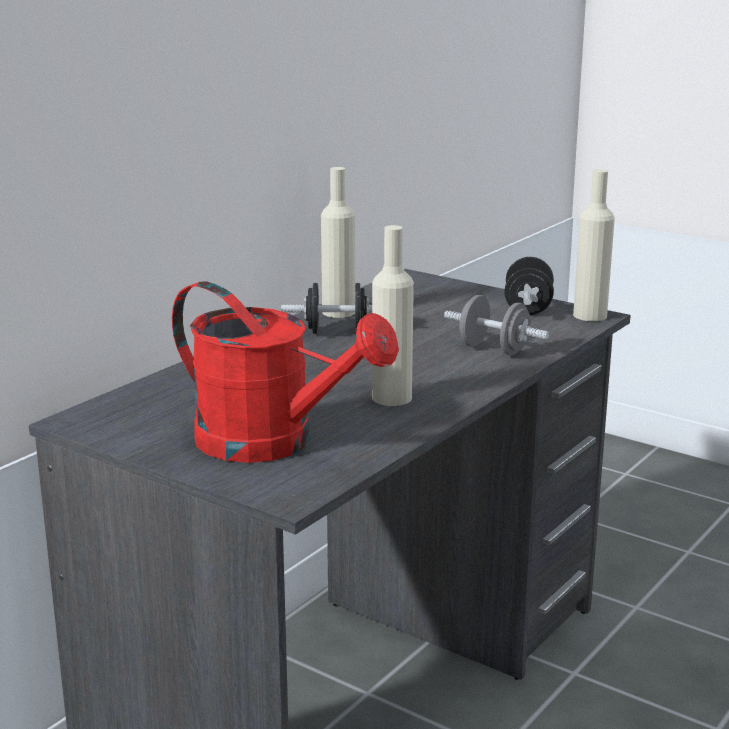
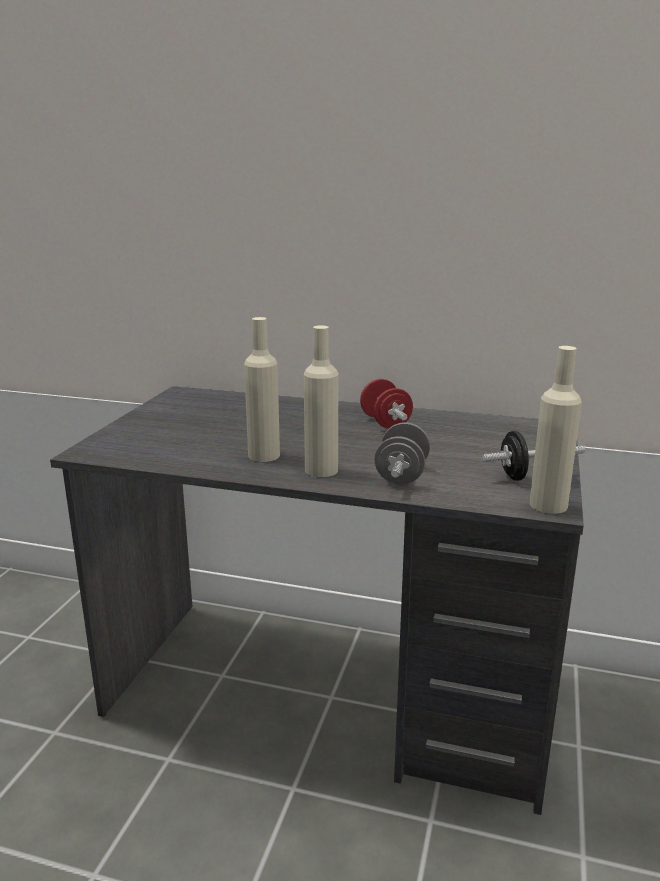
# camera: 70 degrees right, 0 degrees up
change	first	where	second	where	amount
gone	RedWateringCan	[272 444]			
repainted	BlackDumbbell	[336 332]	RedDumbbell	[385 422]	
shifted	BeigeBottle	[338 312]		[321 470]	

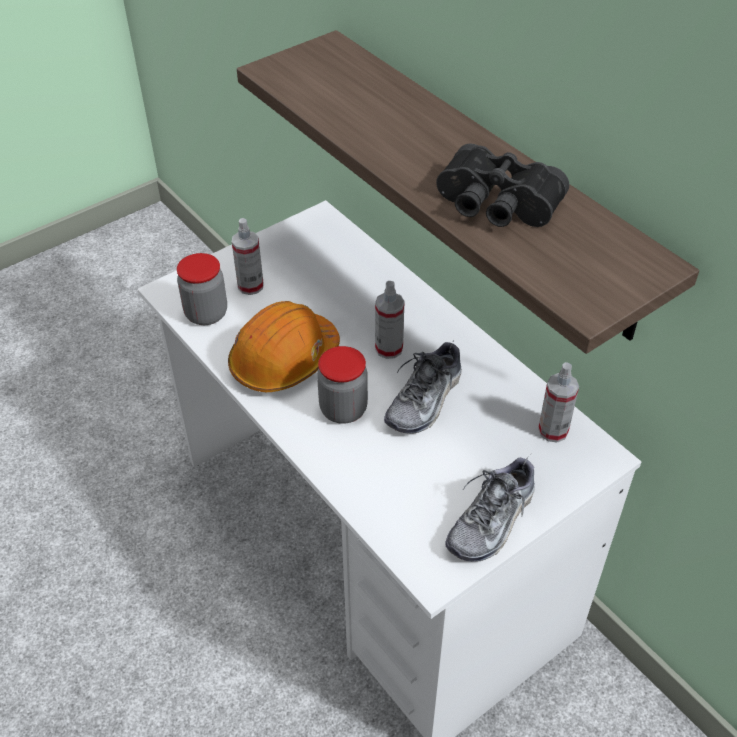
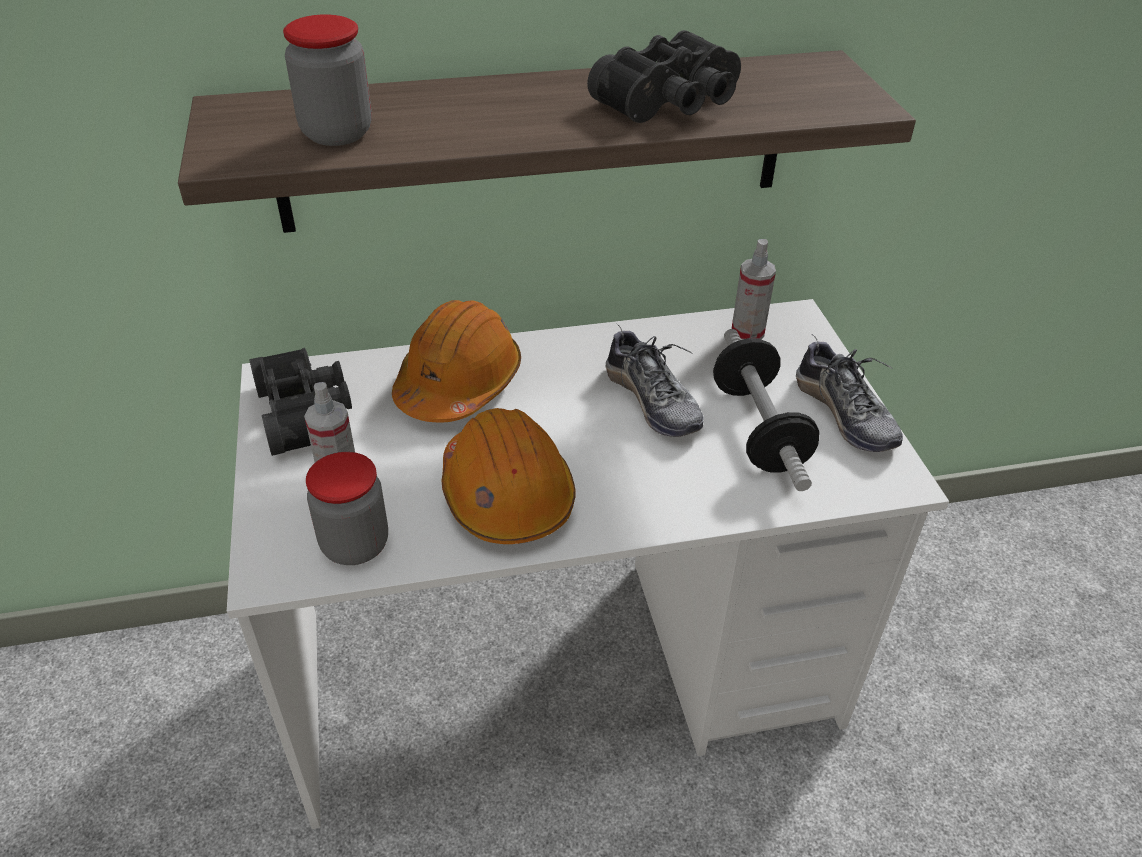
# camera: 65 degrees left, 5 degrees down
change	first	where	second	where	amount
shifted	Jar	[343 409]		[337 133]	
gone	SprayBottle	[389 348]			
new			BlackBinoculars	[306 411]	
new			OrangeHardHat	[459 383]	
new			Dumbbell	[759 429]	

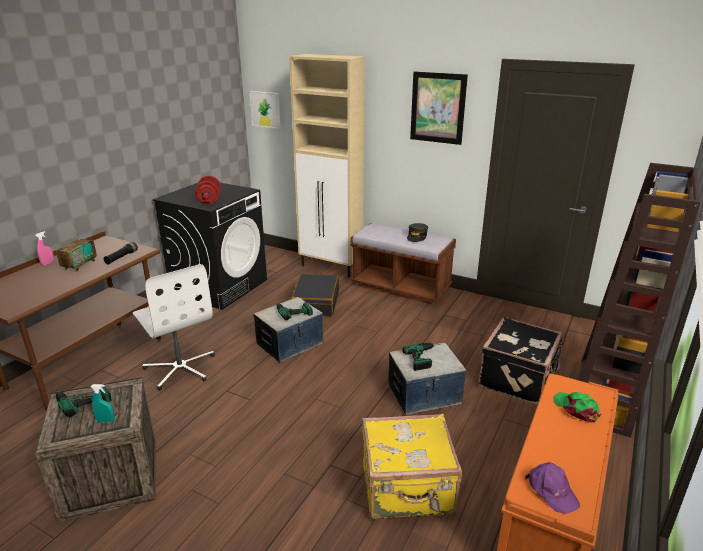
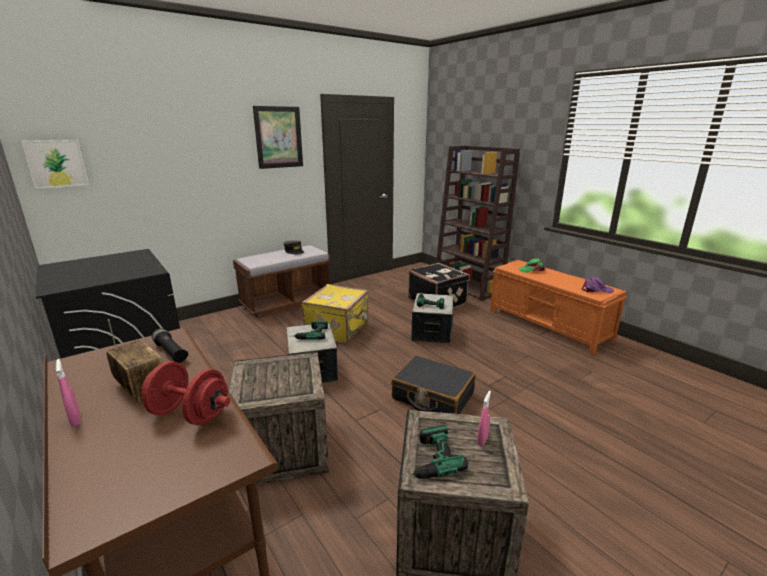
# camera: 65 degrees left, 5 degrees down
change	first	where	second	where	amount
repainted	TurquoiseSprayBottle	[105 421]	PinkSprayBottle	[482 440]	
swapped	WhiteOfficeChair	[180 368]	Crate	[283 448]	
shifted	RedDumbbell	[209 200]		[190 414]	
gone	BeigeCabinet	[331 267]			
shifted	BlackSuitcase	[315 302]		[432 396]	
shifted	YellowSuitcase	[407 489]		[338 329]	

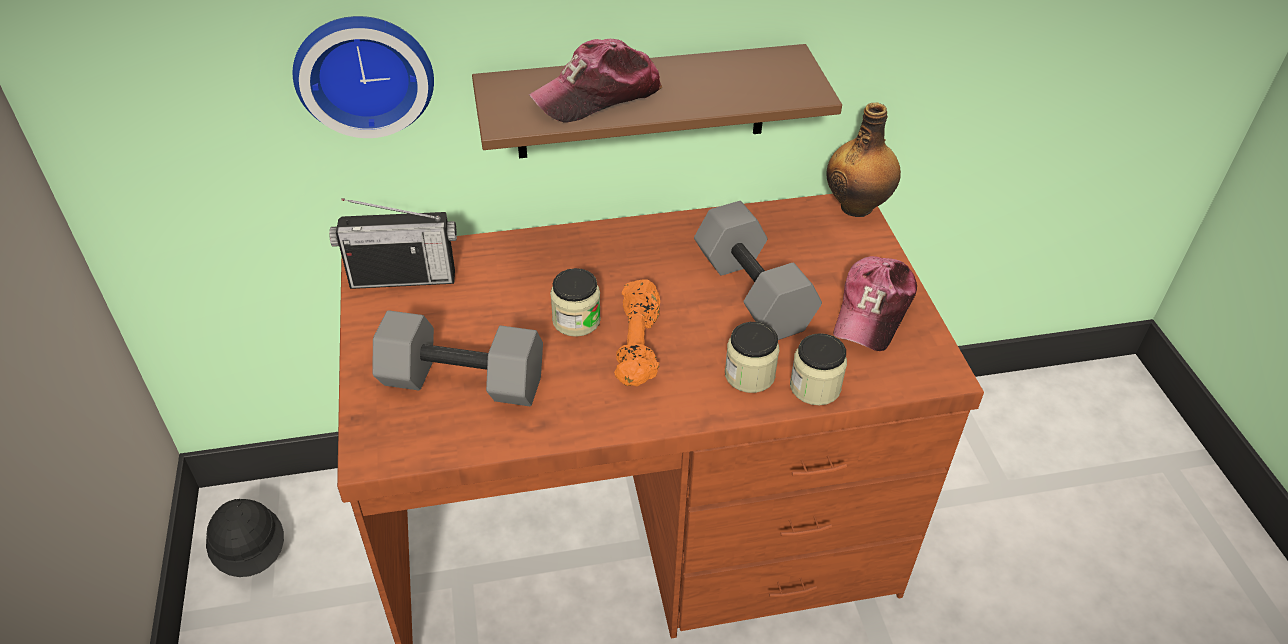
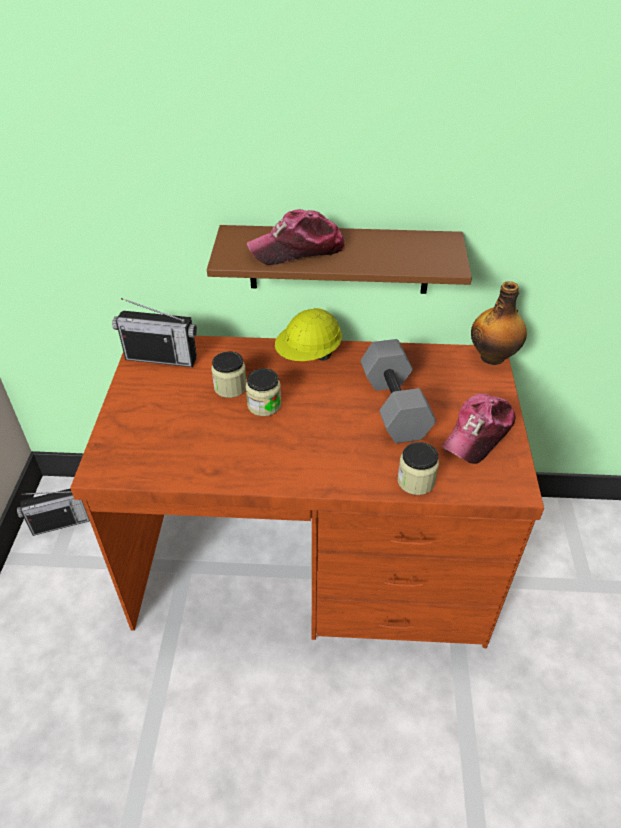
# camera: 15 degrees right, 0 degrees up
change	first	where	second	where	amount
swapped	BlackHardHat	[251 552]	Radio	[61 523]	
gone	WallClock	[364 72]			
gone	GreyDumbbell	[460 383]			
gone	OrangeDumbbell	[639 346]			
shifted	Jar	[749 375]		[230 387]	
new			YellowHardHat	[309 355]	

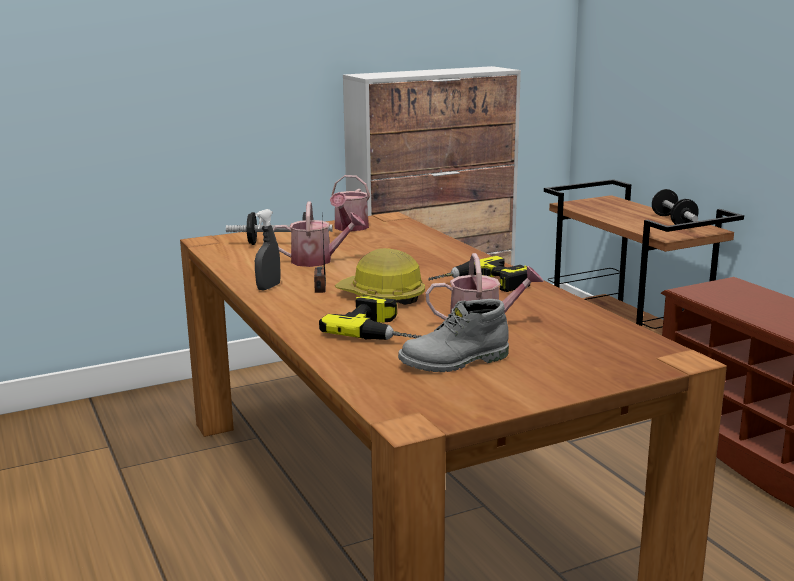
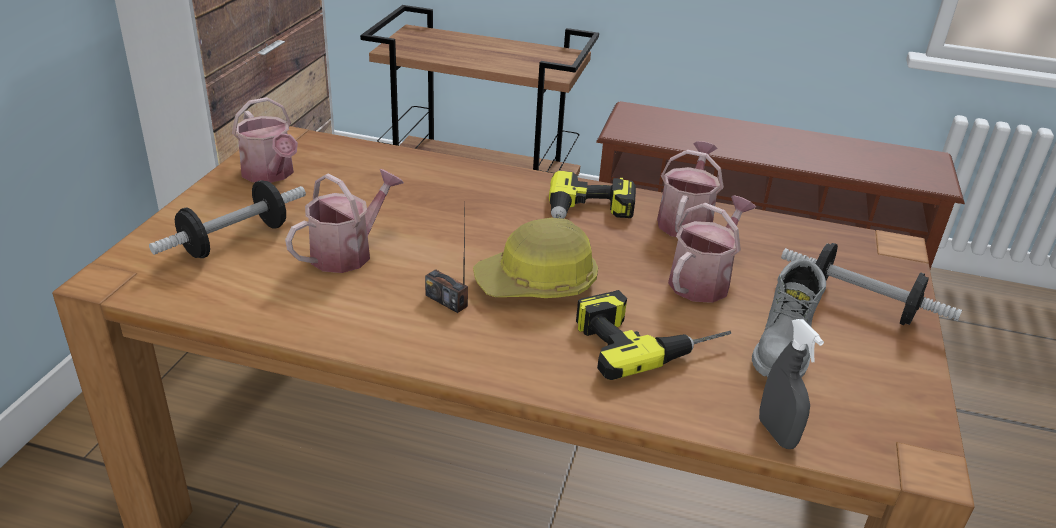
# camera: 50 degrees left, 15 degrees up
change	first	where	second	where	amount
shifted	GreySprayBottle	[268 287]		[776 433]	
shifted	Dumbbell	[673 221]		[860 305]	
new			WateringCan	[686 220]	

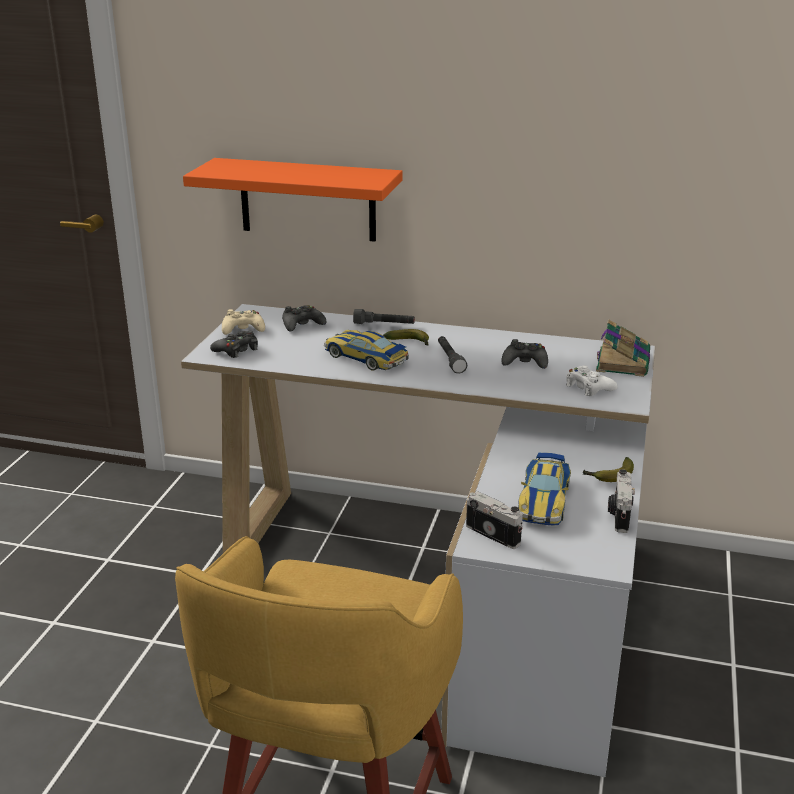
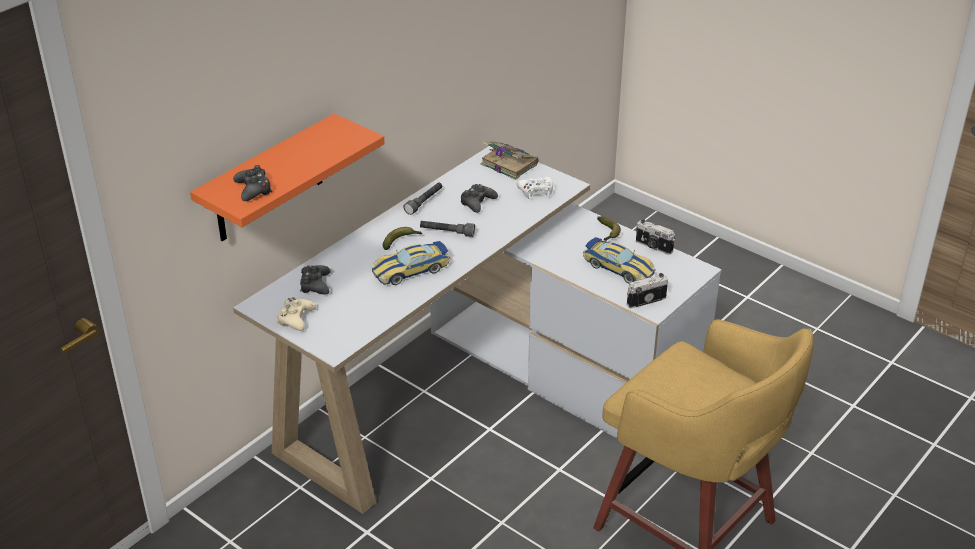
# camera: 65 degrees left, 10 degrees up
change	first	where	second	where	amount
shifted	BlackGameController	[237 350]		[253 189]	
shifted	GreyFlashlight	[384 325]		[424 202]	

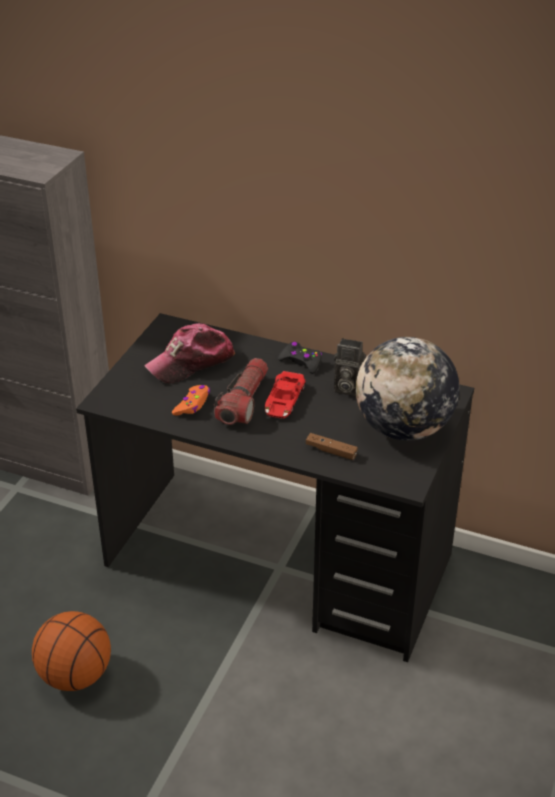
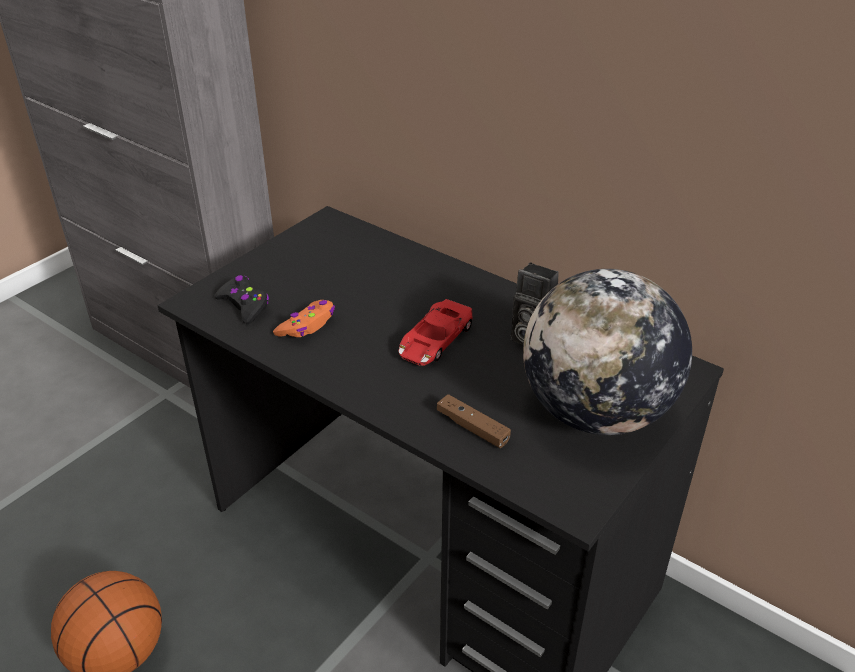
# camera: 15 degrees right, 0 degrees up
change	first	where	second	where	amount
gone	Cap	[191 362]			
gone	Flashlight	[243 401]			
shifted	BlackGameController	[301 362]		[244 305]	

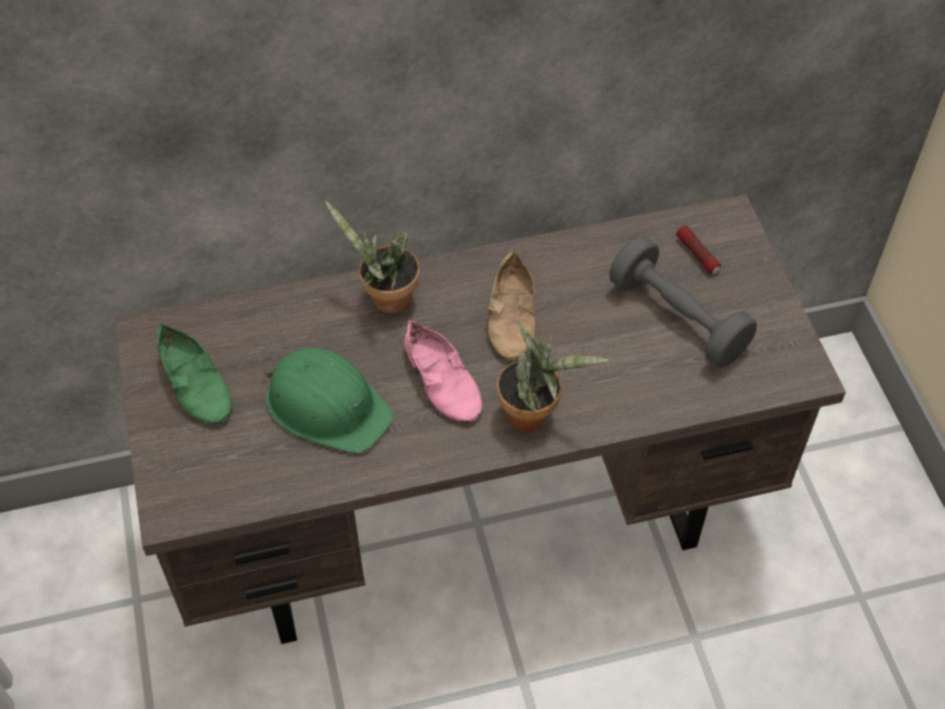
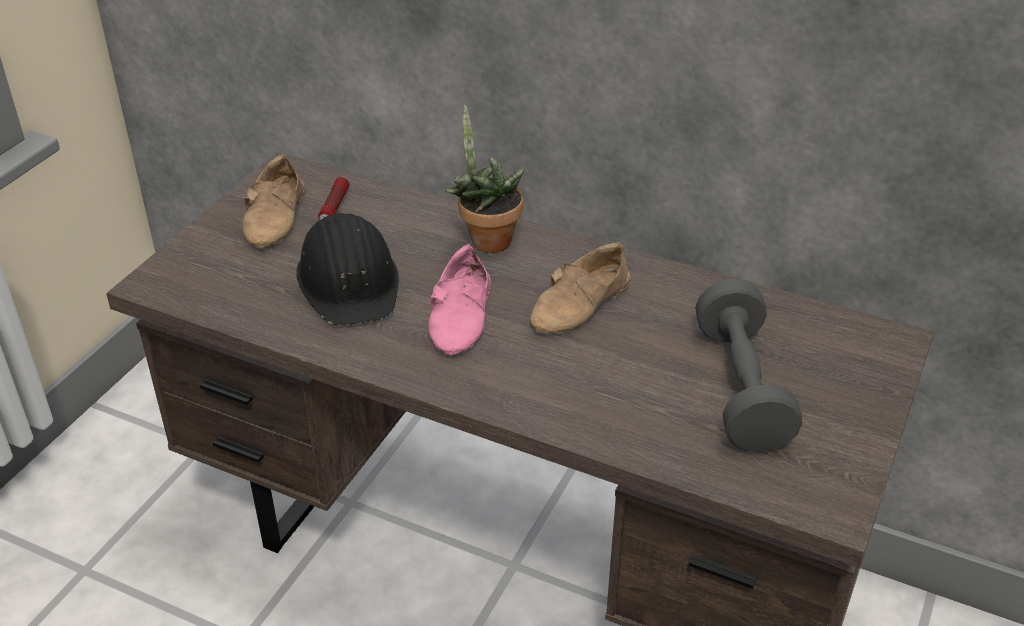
# camera: 40 degrees right, 15 degrees down
change	first	where	second	where	amount
repainted	GreenShoe	[197 382]	BeigeShoe	[278 217]	
repainted	GreenHardHat	[327 405]	BlackHardHat	[349 282]	
gone	PottedPlant	[533 413]			
shifted	Flashlight	[697 255]		[334 207]	

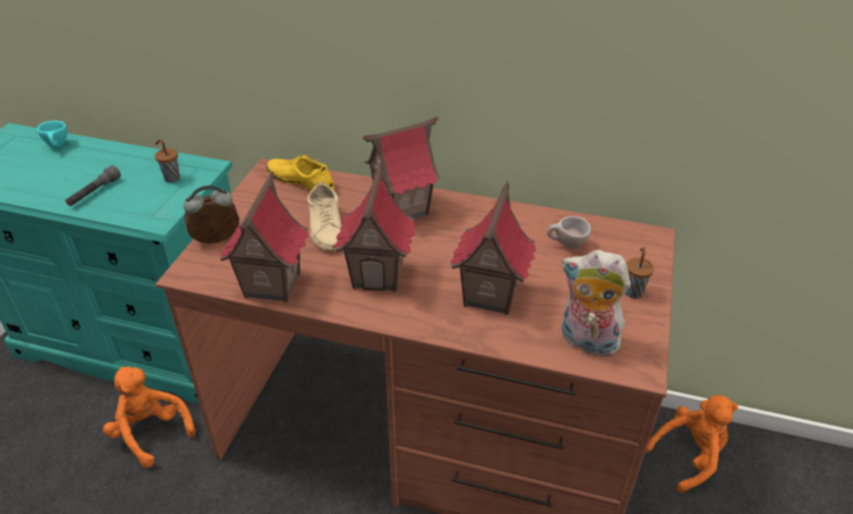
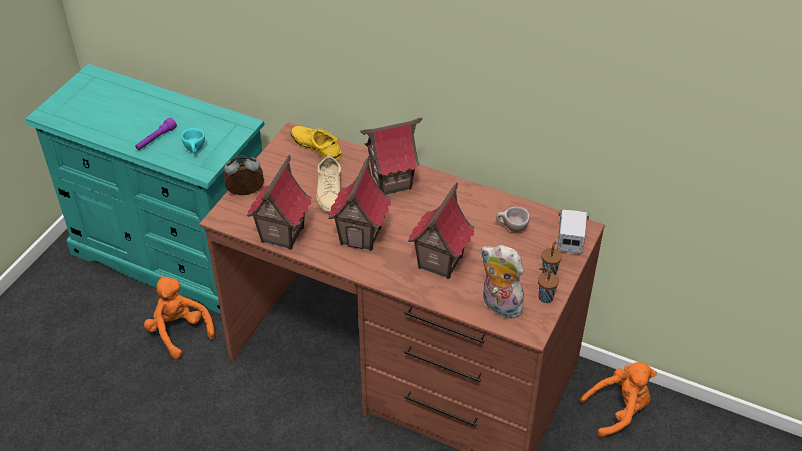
# camera: 10 degrees right, 5 degrees up
change	first	where	second	where	amount
shifted	TurquoiseCup	[58 146]		[195 151]	
repainted	GreyFlashlight	[94 193]	PurpleFlashlight	[156 139]	
shifted	BrownCup	[171 178]		[544 297]	
new			ToyTruck	[571 236]	

